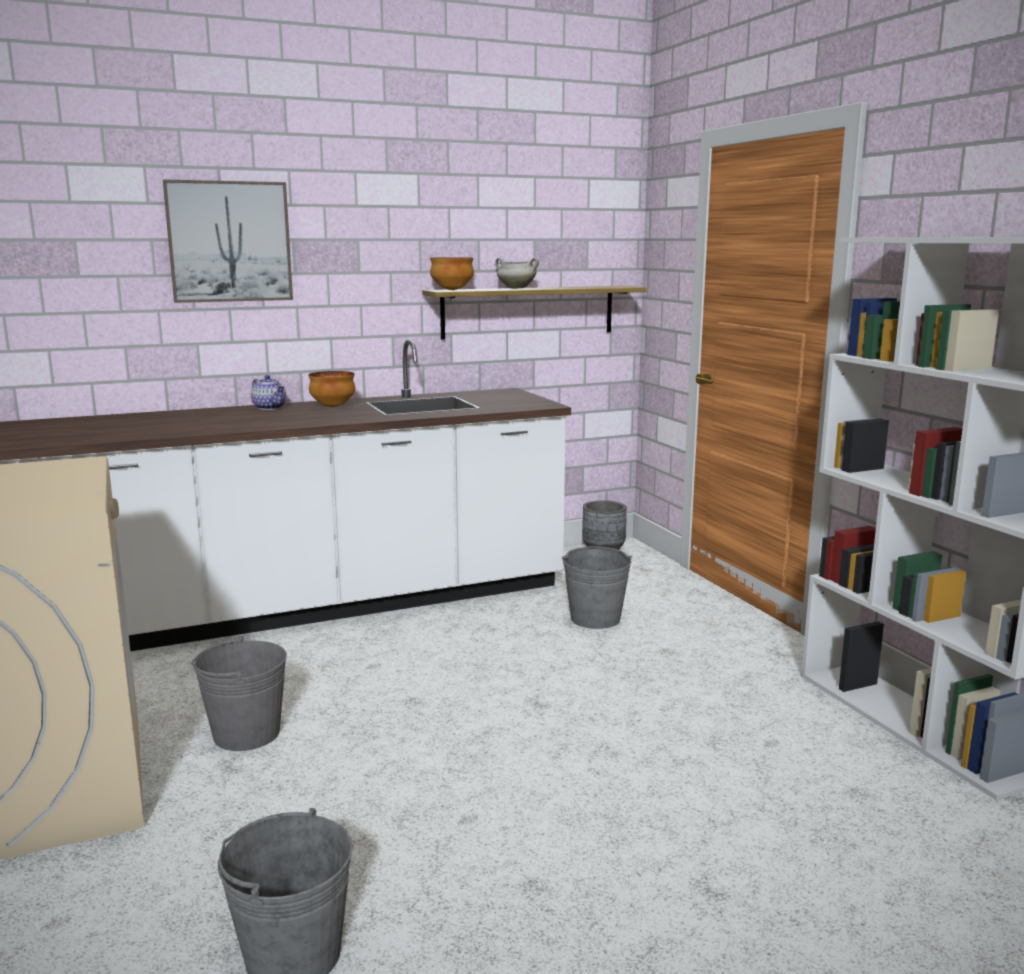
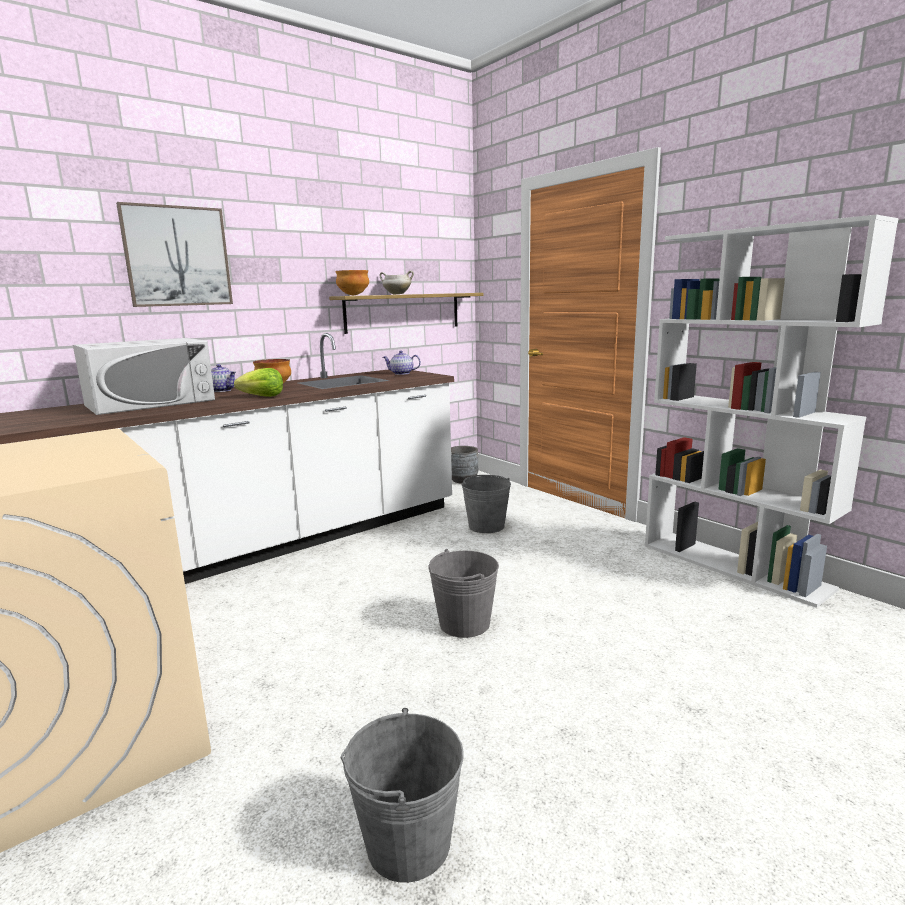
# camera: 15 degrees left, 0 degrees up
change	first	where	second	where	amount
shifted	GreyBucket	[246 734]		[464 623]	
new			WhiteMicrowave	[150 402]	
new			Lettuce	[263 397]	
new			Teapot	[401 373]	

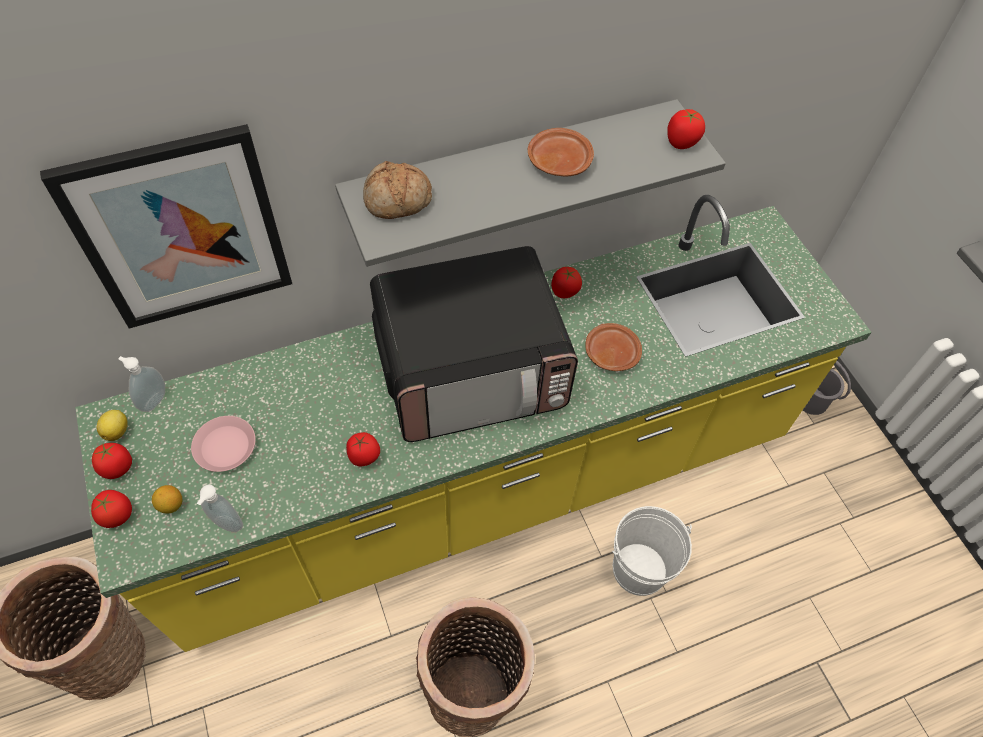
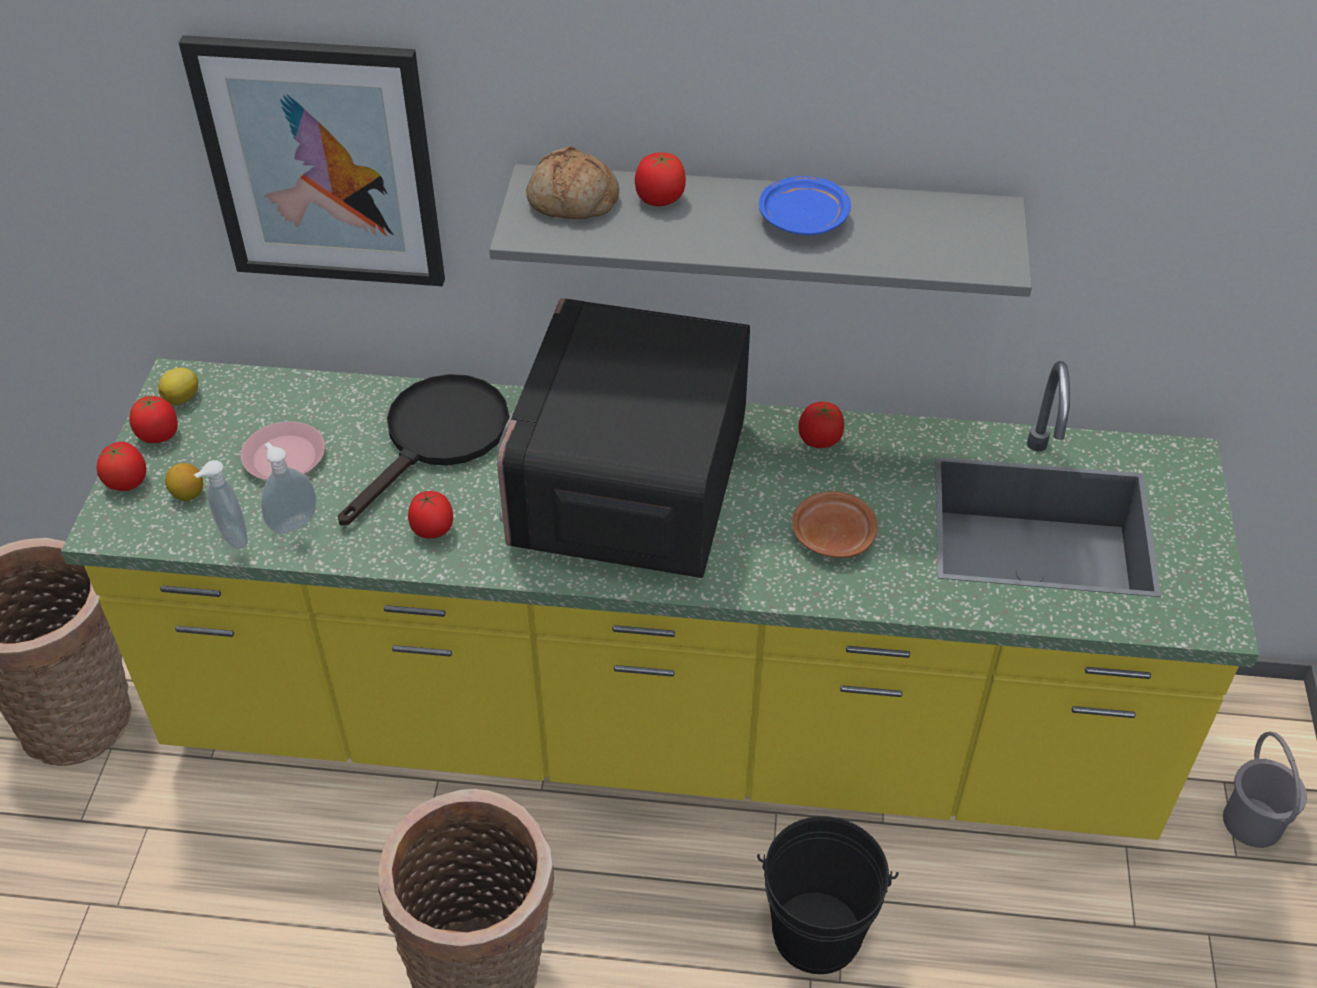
# camera: 30 degrees right, 10 degrees down
change	first	where	second	where	amount
shifted	SoapDispenser	[153 400]		[293 523]	
rotated	Microwave	[472 372]		[630 488]	90 degrees clockwise
repainted	BrownPlate	[559 161]	BluePlate	[803 219]	
repainted	WhiteBucket	[639 569]	BlackBucket	[817 933]	
shifted	Tomato	[681 143]		[659 199]	
new			BlackFryingPan	[438 439]	

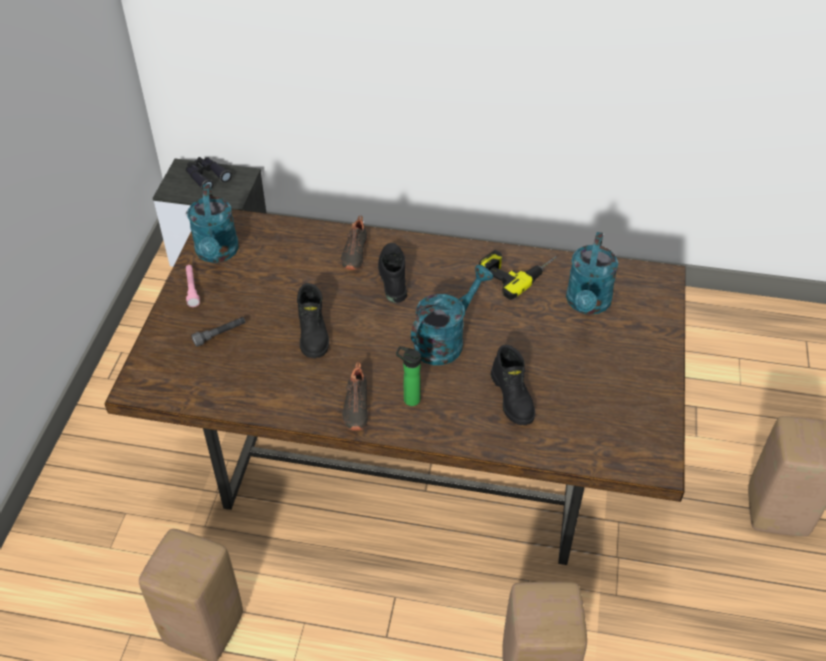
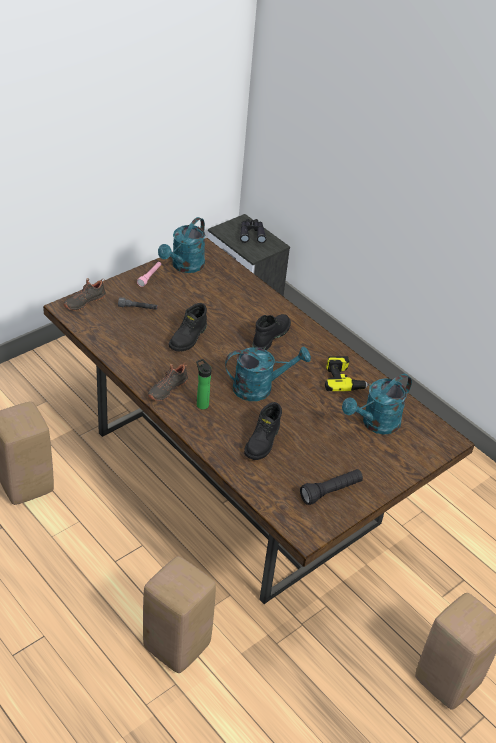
# camera: 35 degrees right, 5 degrees down
change	first	where	second	where	amount
shifted	BlackShoe	[353 253]		[84 301]	
new			BlackFlashlight	[331 491]	

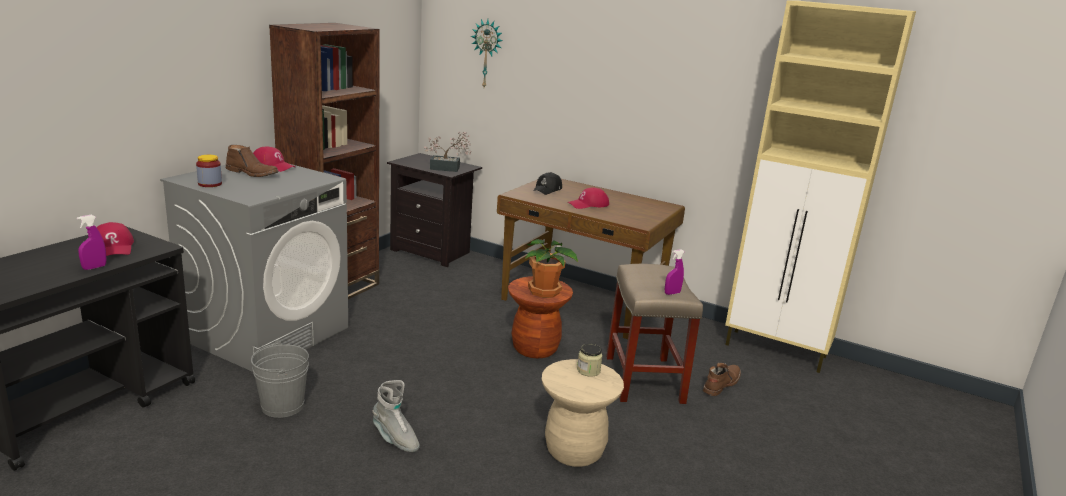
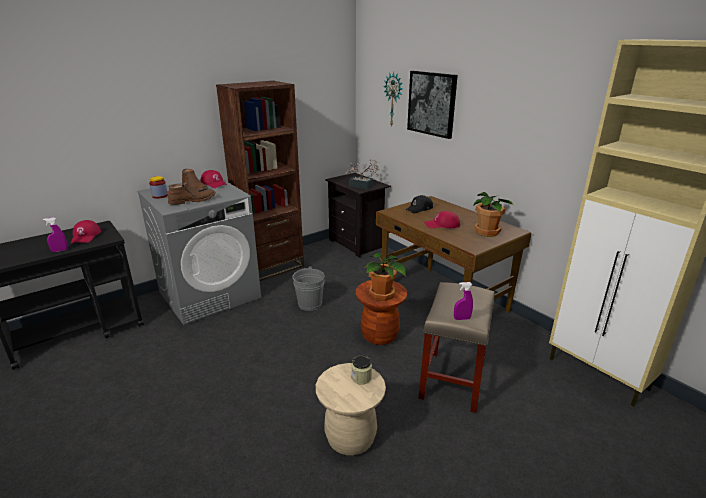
# camera: 25 degrees right, 5 degrees up
change	first	where	second	where	amount
shifted	GreyBucket	[282 406]		[310 304]	
gone	GreyBoot	[395 439]			
shifted	BrownBoot	[720 384]		[192 200]	
new			Picture	[432 103]	
new			PottedPlant	[487 232]	

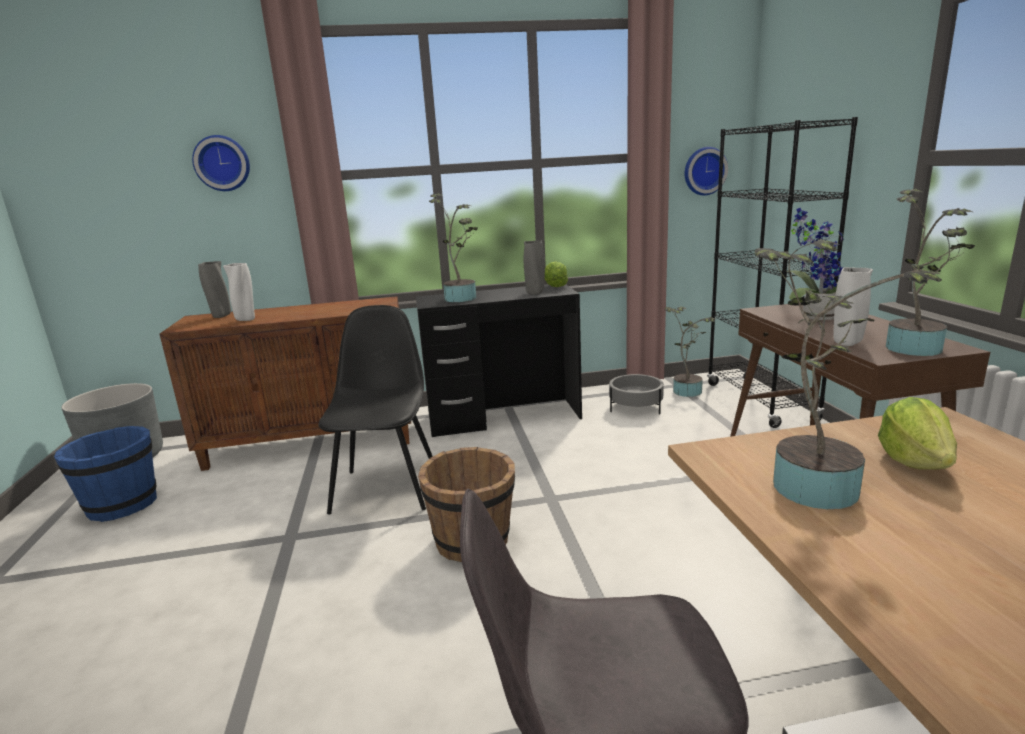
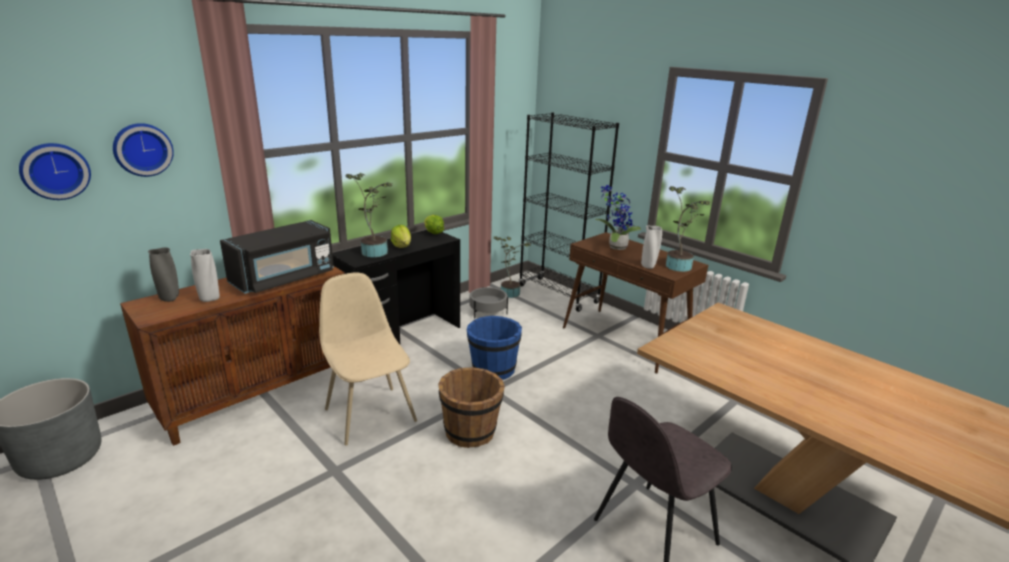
# camera: 35 degrees left, 5 degrees up
change	first	where	second	where	amount
shifted	BlueBucket	[122 505]		[493 369]	
repainted	BlackChair	[386 488]	BeigeChair	[369 413]	
gone	GreyVase	[535 293]			
shifted	WallClock	[704 171]		[55 171]	
gone	PottedPlant	[811 482]			
shifted	Lettuce	[914 461]		[402 246]	
new			BlackMicrowave	[284 279]	

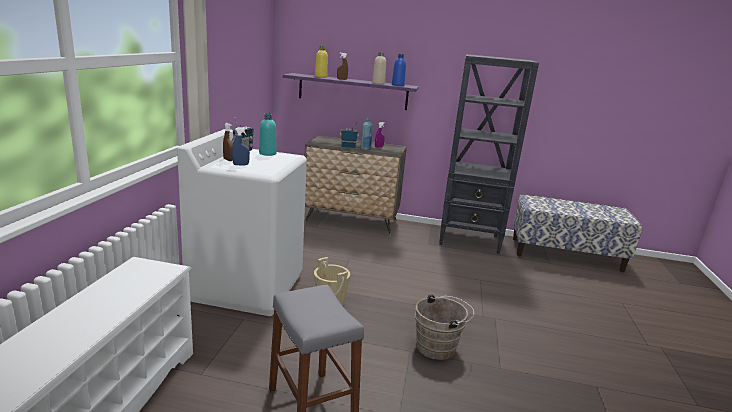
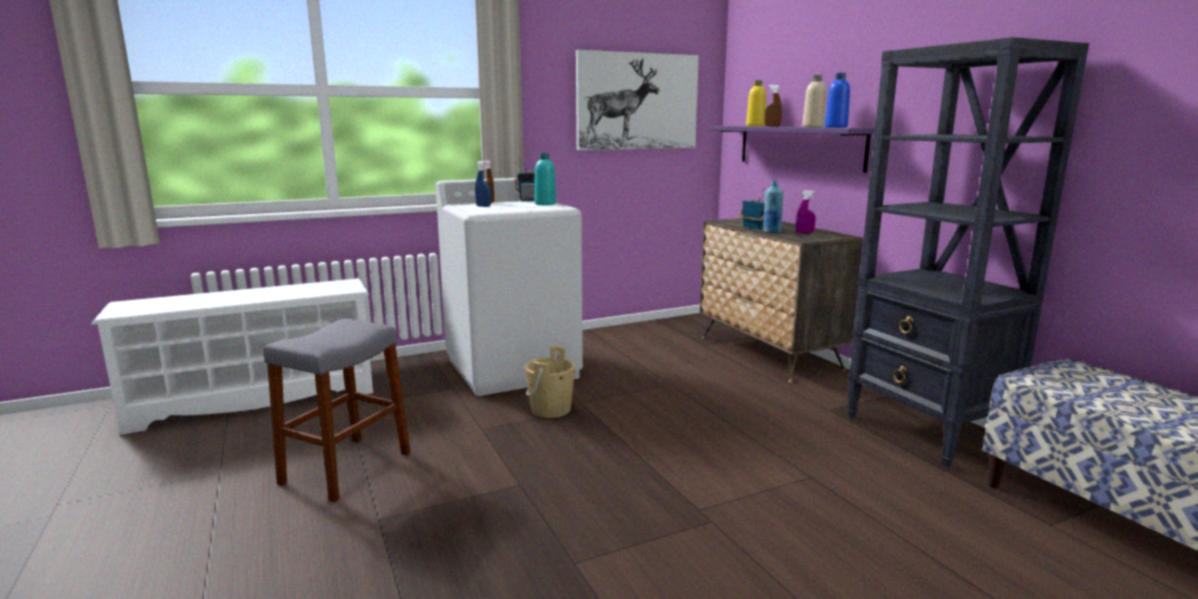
# camera: 55 degrees right, 5 degrees down
change	first	where	second	where	amount
gone	BrownBucket	[439 347]			
new			Picture	[637 101]	

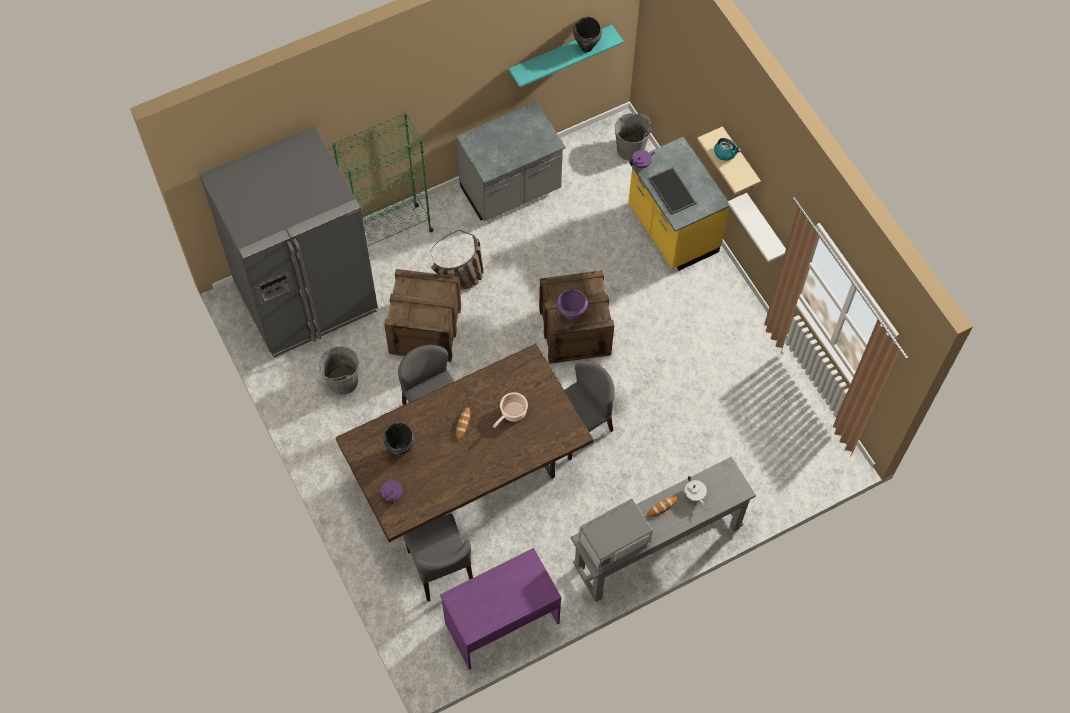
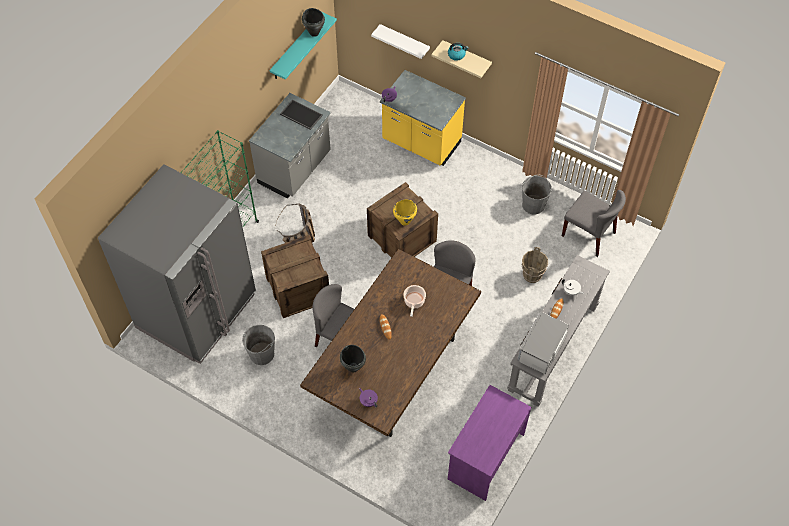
# camera: 30 degrees left, 5 degrees down
change	first	where	second	where	amount
shifted	GreyChair	[440 567]		[589 234]	
repainted	PurpleCookingPot	[571 316]	YellowCookingPot	[405 221]	
shifted	GreyBucket	[630 149]		[533 204]	
shifted	Tray	[671 191]		[300 115]	
shifted	WhiteShelf	[765 228]		[404 41]	
new			BrownBucket	[532 275]	

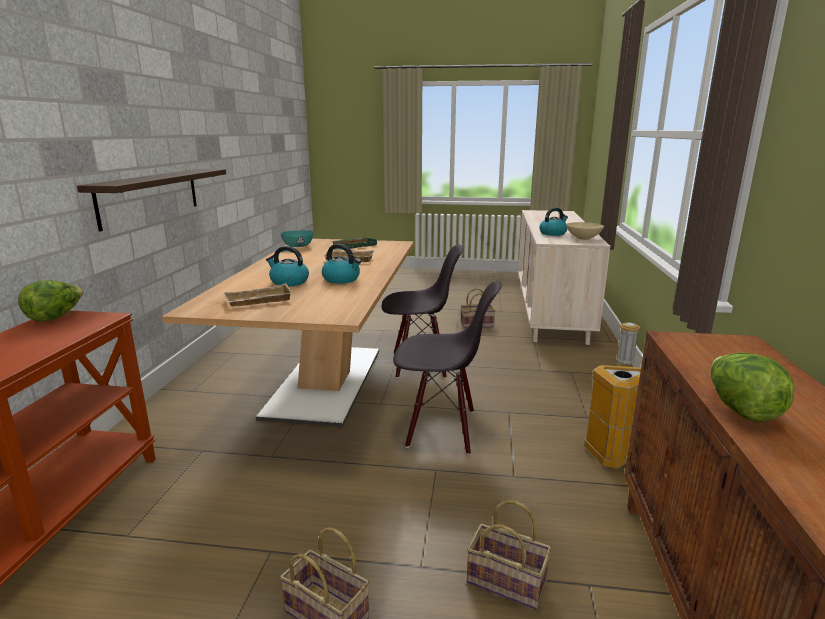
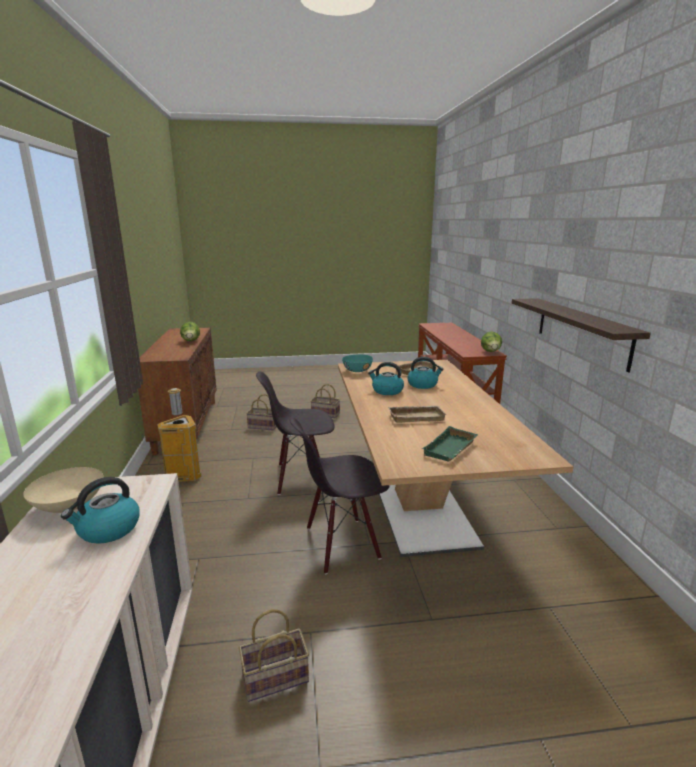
# camera: 165 degrees right, 0 degrees up
change	first	where	second	where	amount
shifted	TurquoiseBowl	[297 246]		[357 370]	

